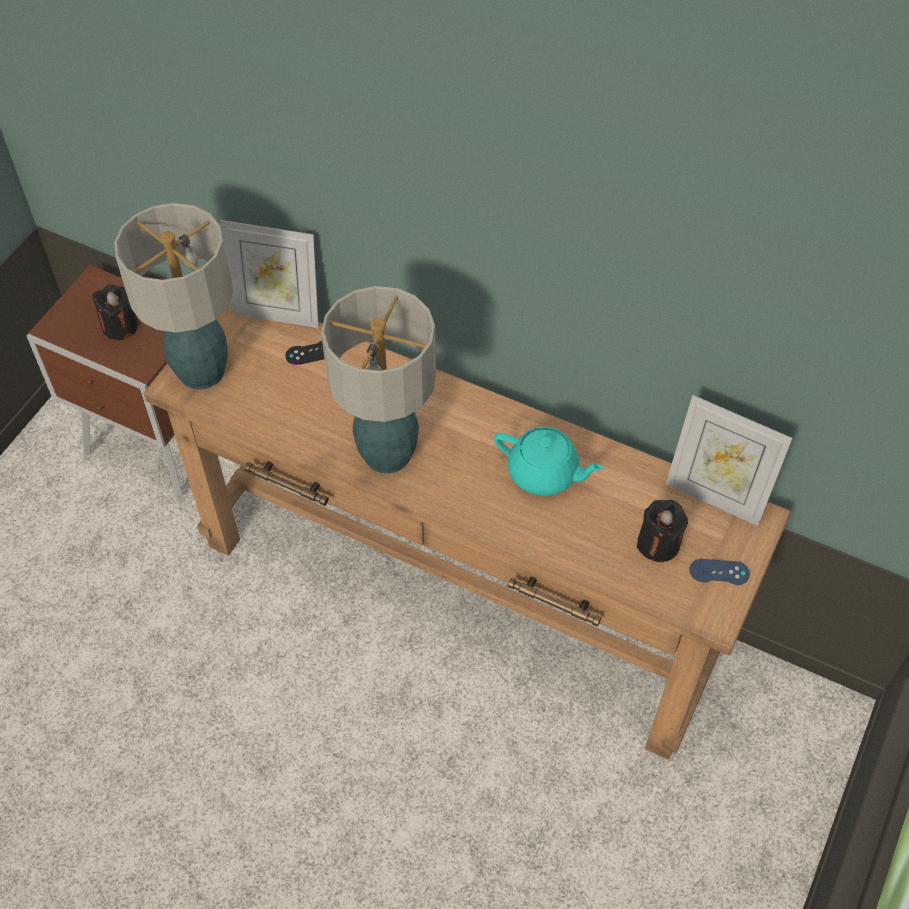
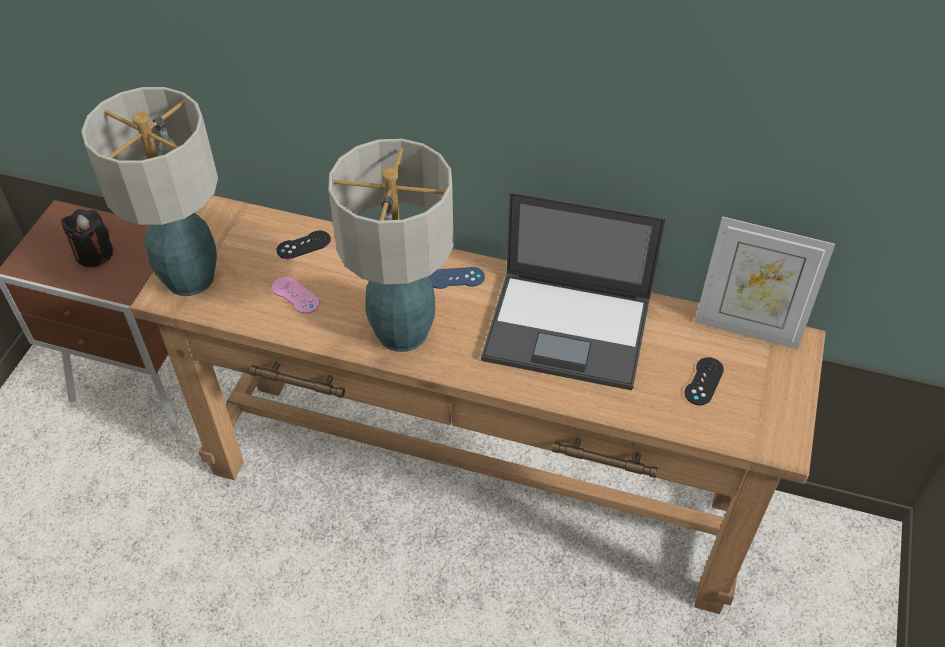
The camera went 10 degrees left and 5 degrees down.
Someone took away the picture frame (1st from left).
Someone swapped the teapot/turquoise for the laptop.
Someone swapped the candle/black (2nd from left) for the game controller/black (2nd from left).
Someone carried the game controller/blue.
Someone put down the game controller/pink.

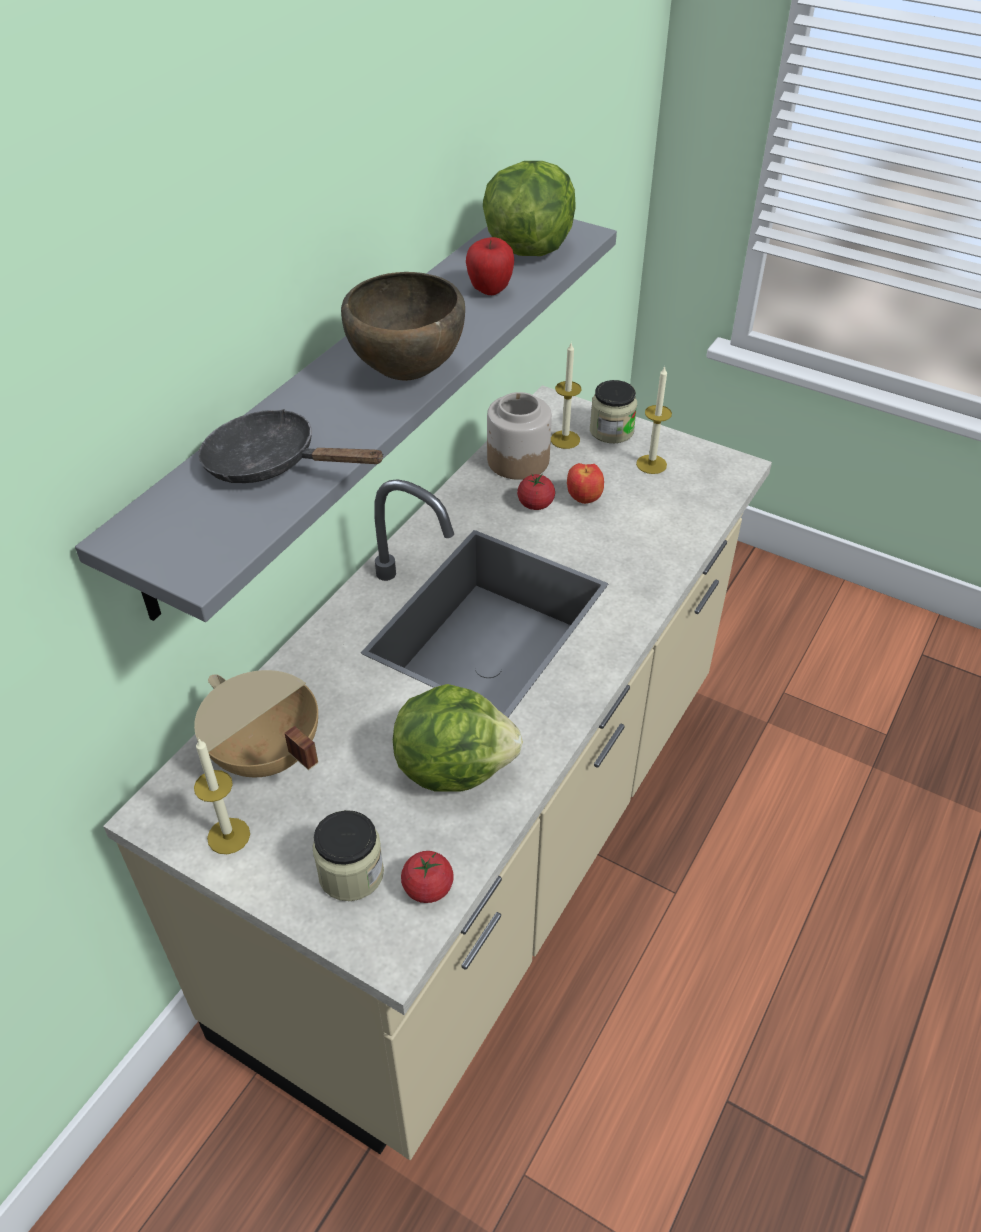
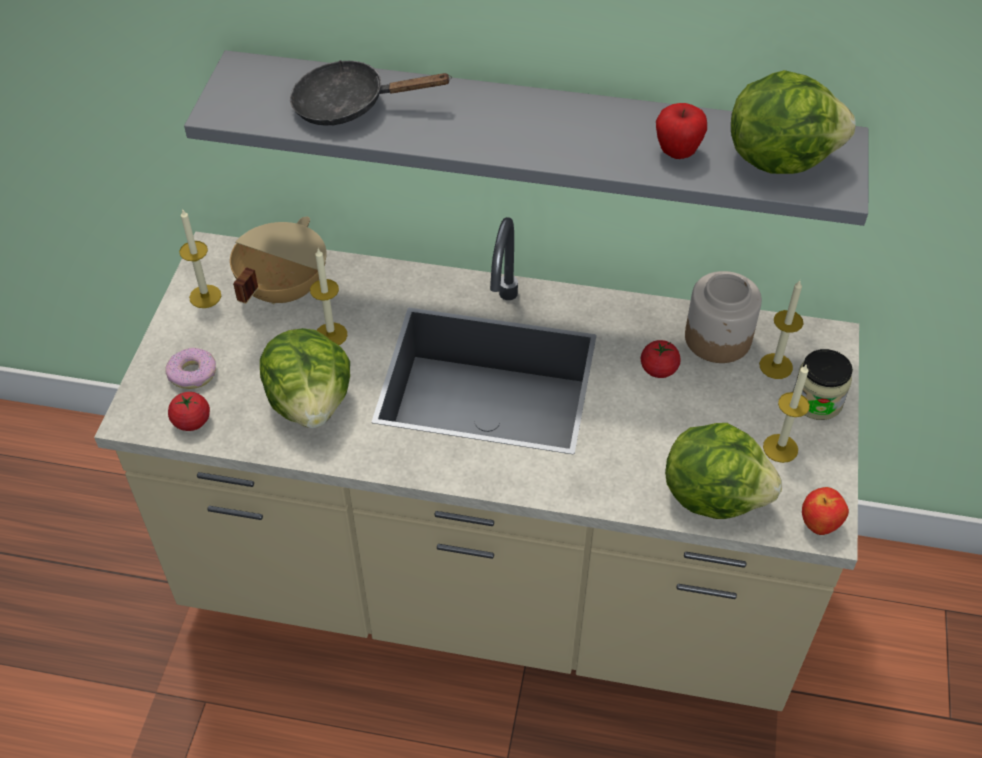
The camera went 70 degrees right and 5 degrees up.
Someone rotated the frying pan/black by 90 degrees counterclockwise.
Someone swapped the jar (1st from left) for the donut.
Someone took away the bowl/brown.
Someone carried the apple (2nd from left).
Someone put down the candle (2nd from left).
Someone put down the lettuce (2nd from left).

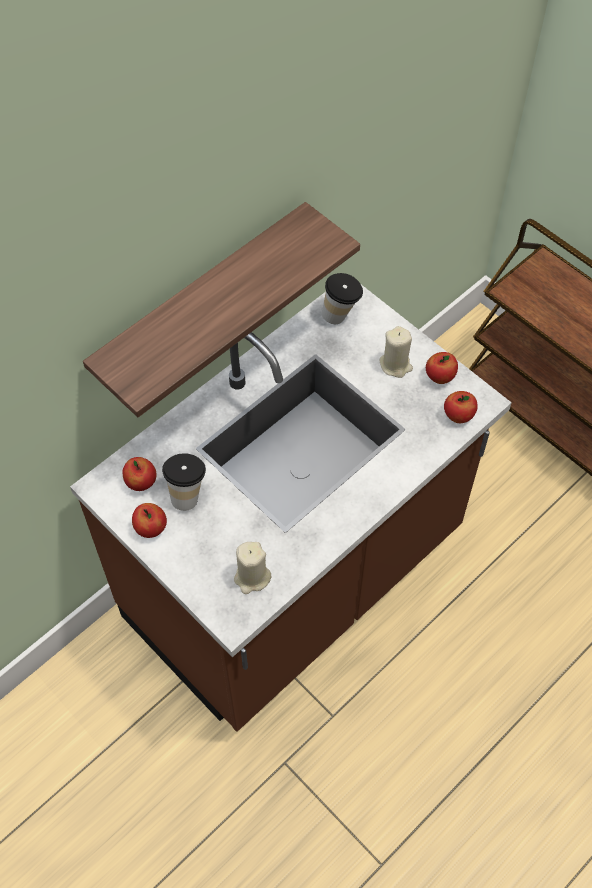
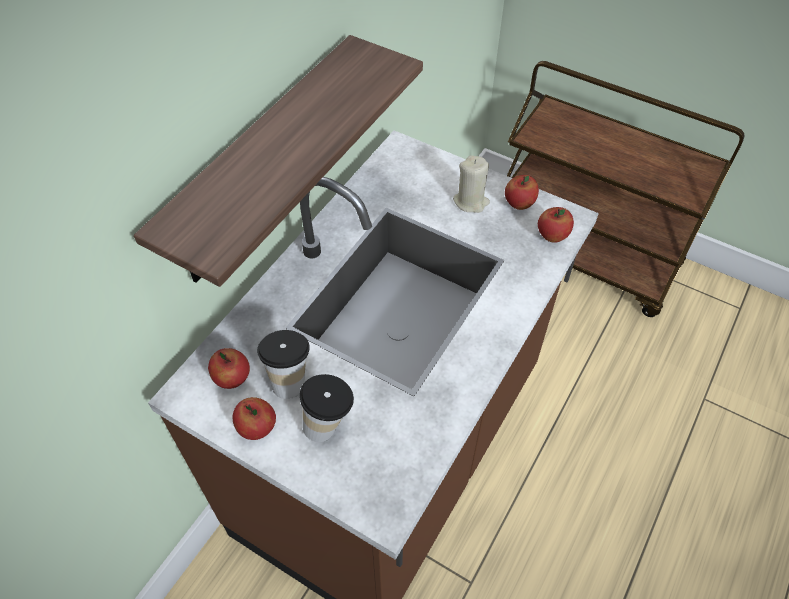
The camera went 15 degrees left and 5 degrees down.
Someone took away the candle/beige (1st from left).
Someone carried the cup (2nd from left).

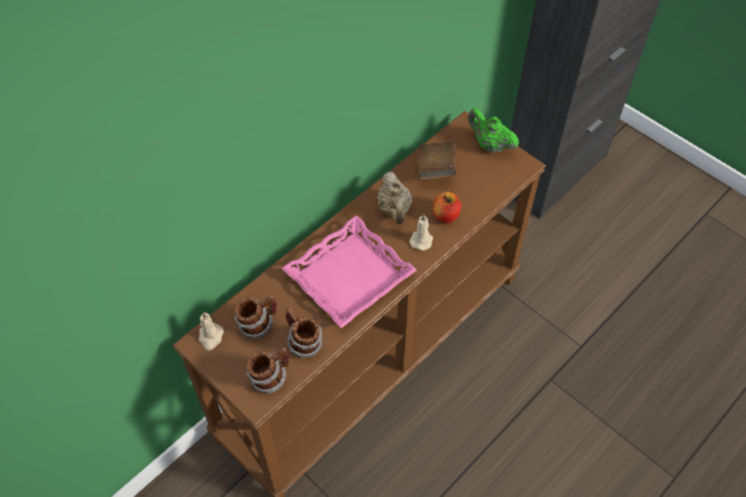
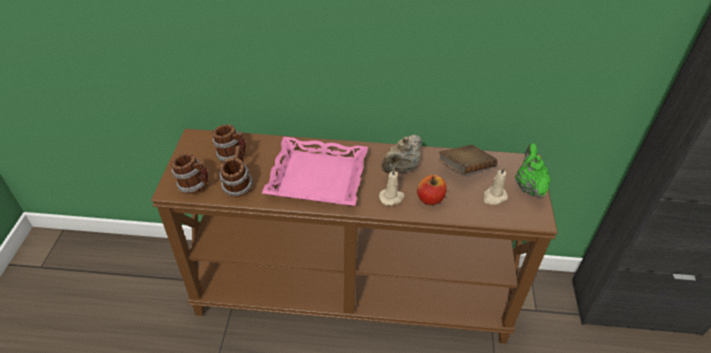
The camera went 50 degrees right and 10 degrees down.
Someone carried the candle/beige (1st from left in the first image).

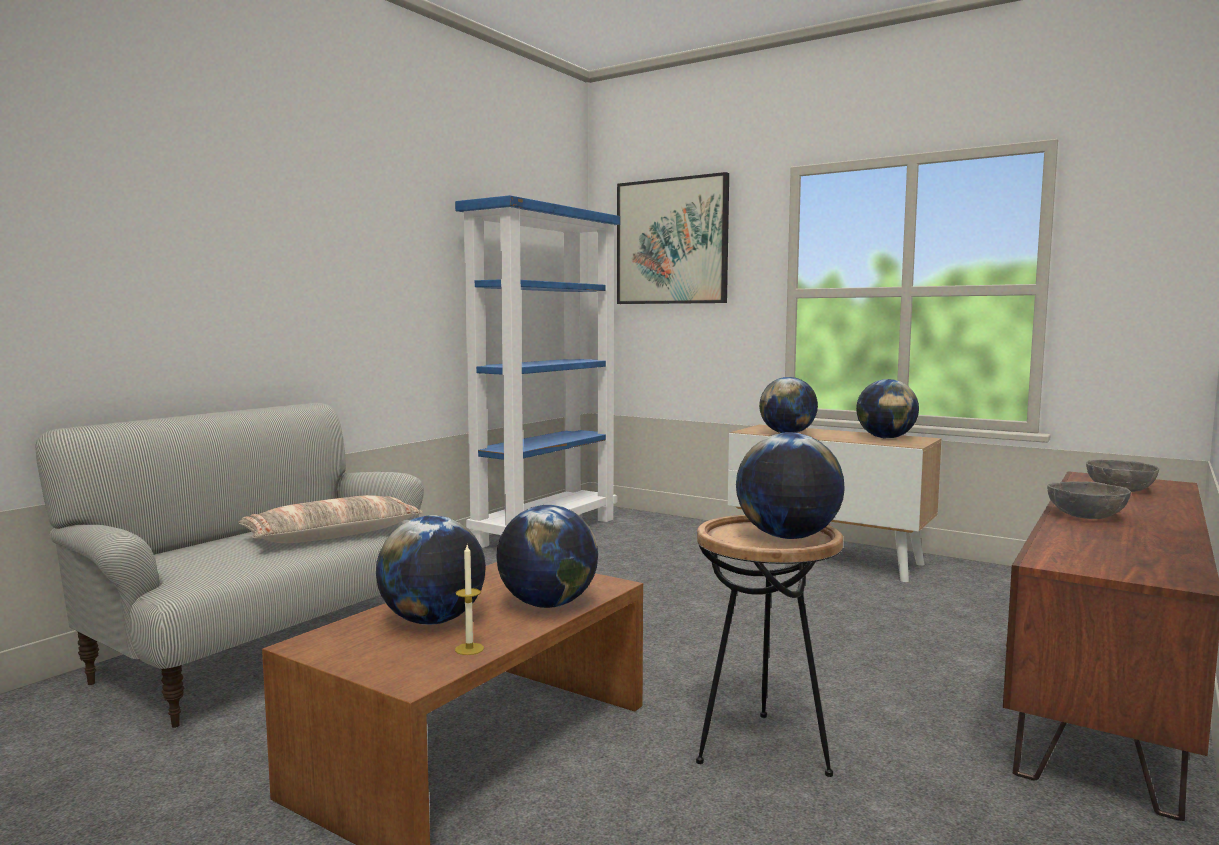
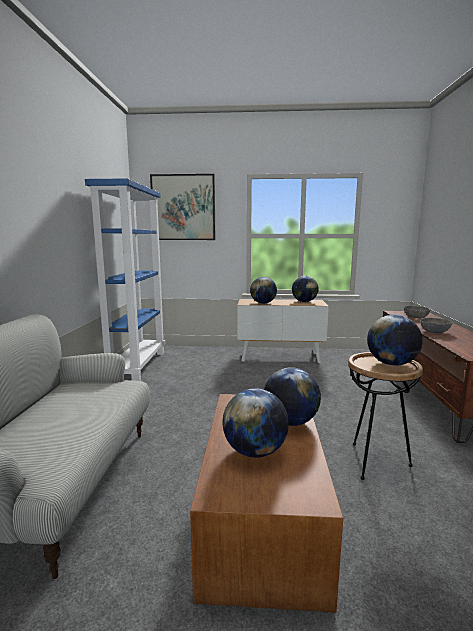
The camera went 30 degrees left and 5 degrees up.
Someone took away the pillow.
Someone took away the candle.

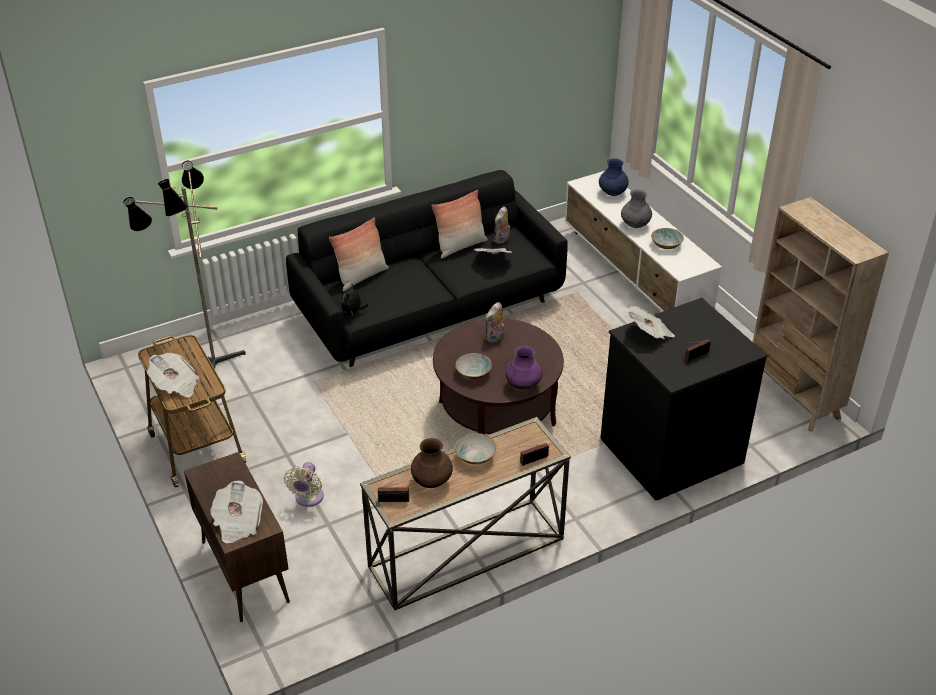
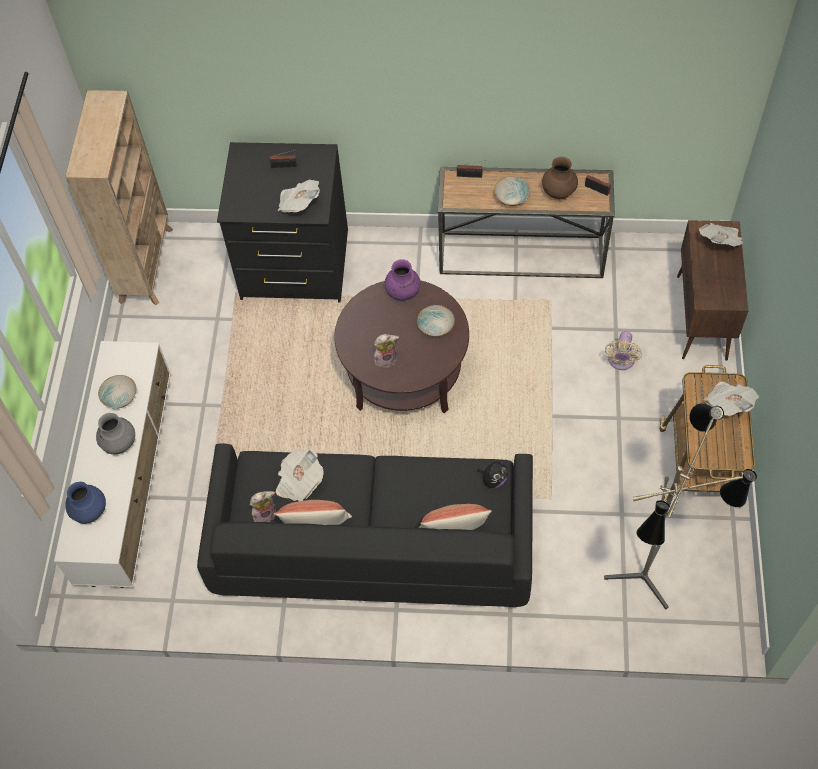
The camera went 145 degrees left and 20 degrees up.
Someone rotated the fan/beige by 150 degrees clockwise.

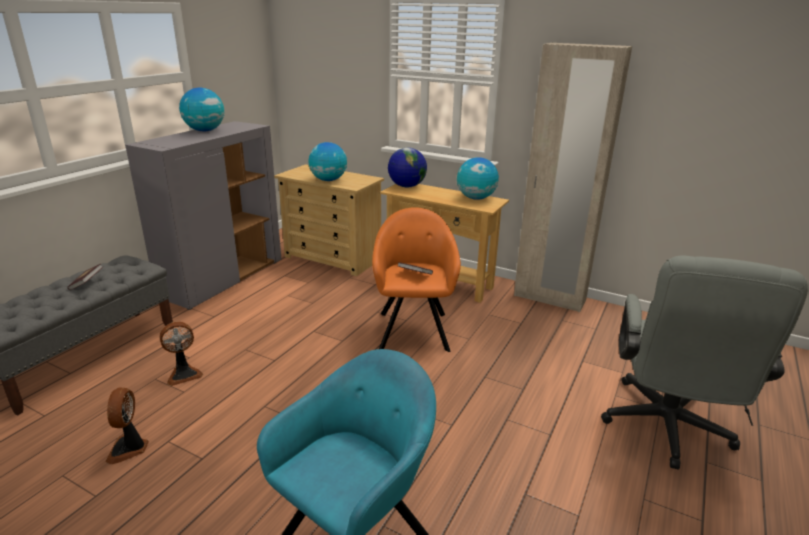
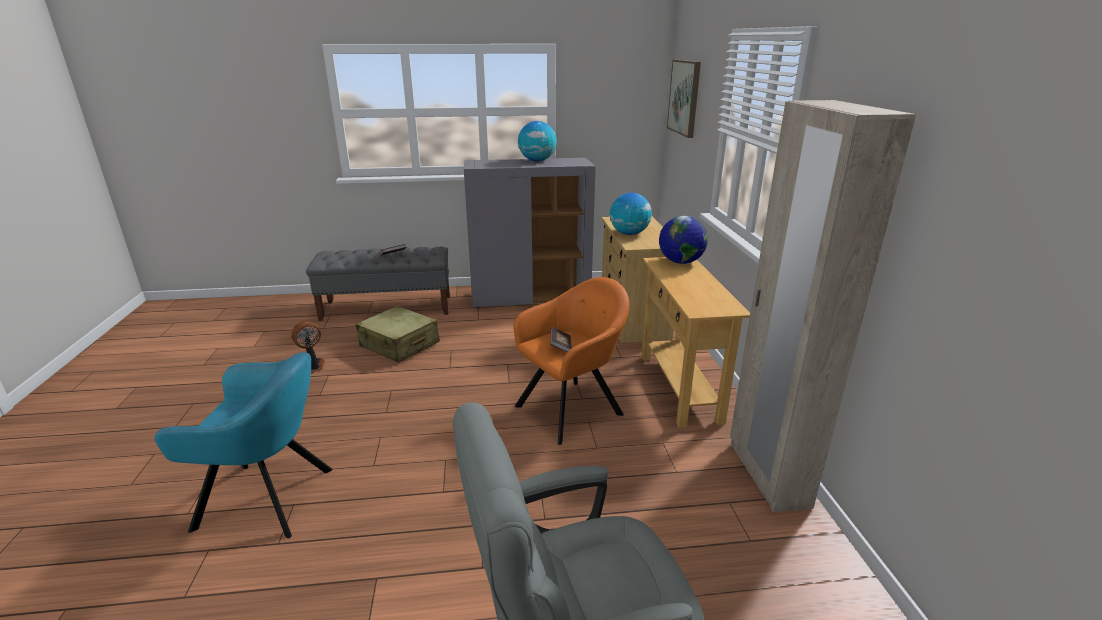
The camera went 55 degrees right and 0 degrees up.
Someone swapped the fan (2nd from left) for the suitcase/beige.
Someone took away the globe (4th from left).
Someone put up the picture.

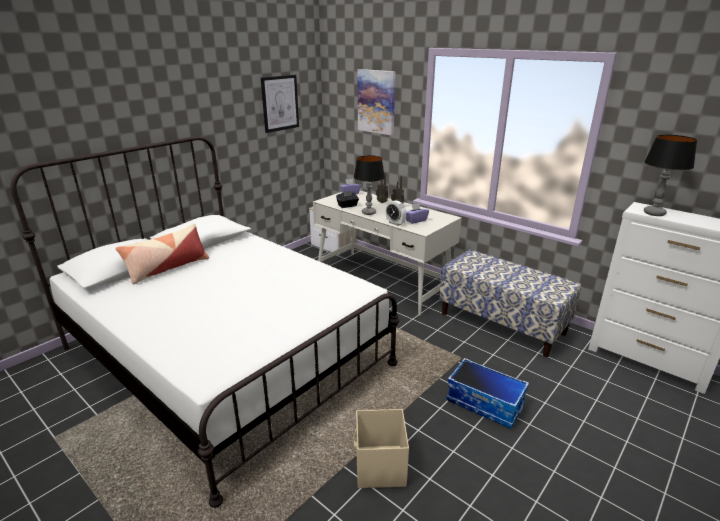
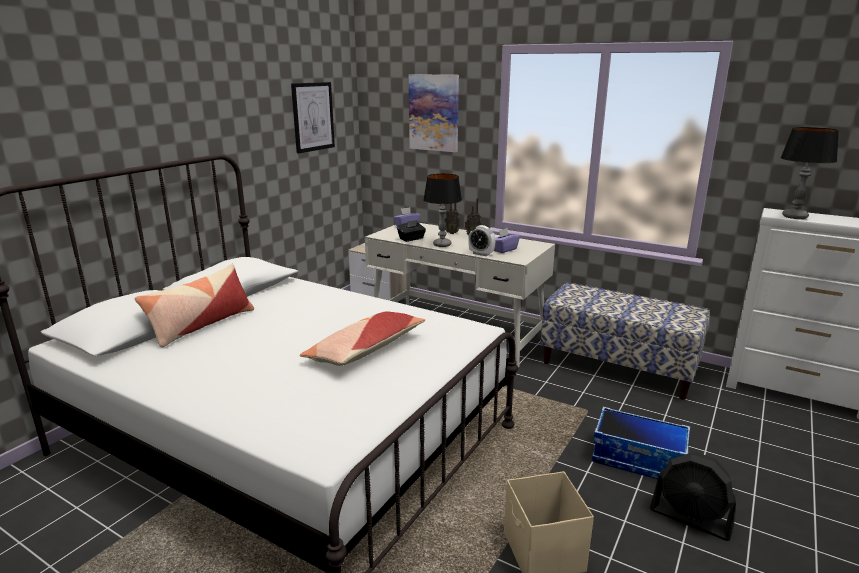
The camera went 10 degrees left and 5 degrees down.
Someone put down the pillow (2nd from left).
Someone put down the fan/black.

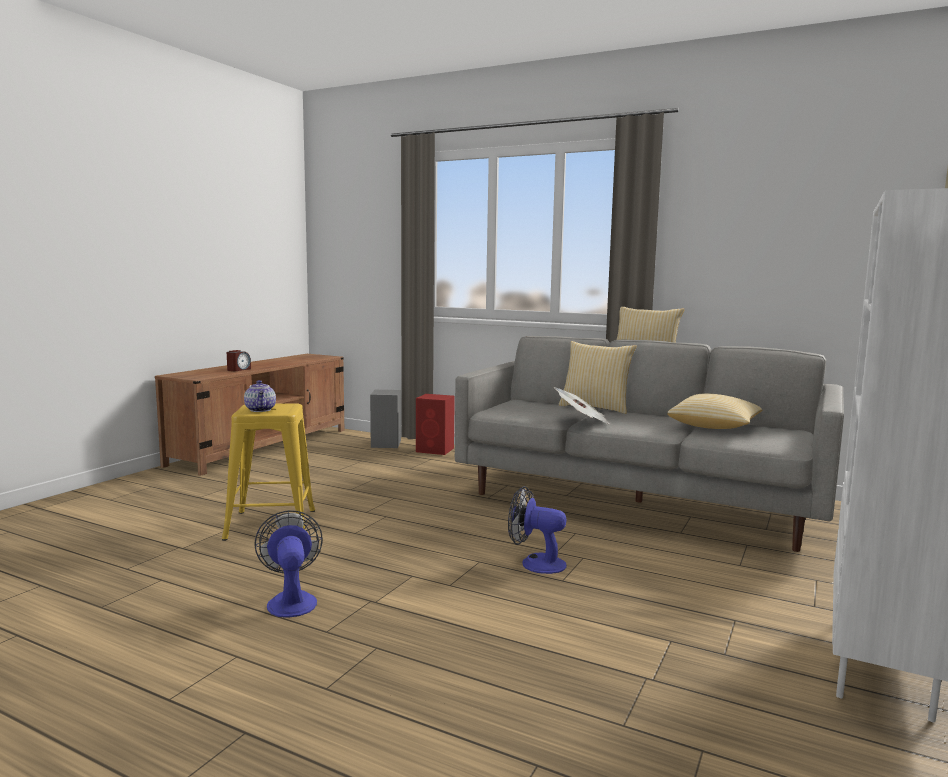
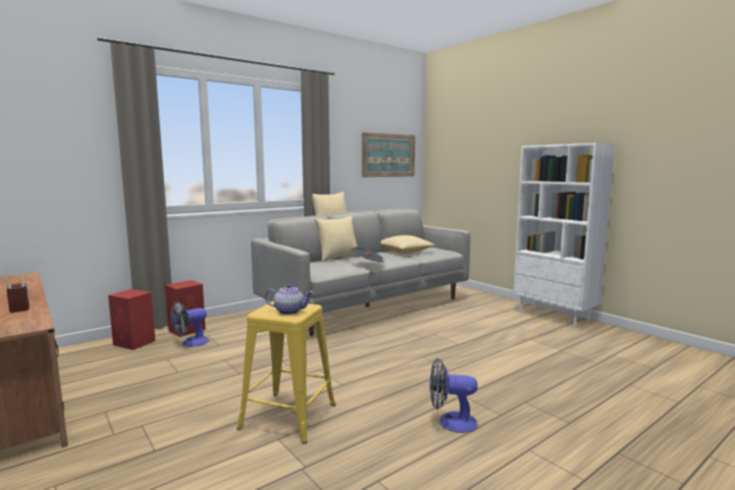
The camera went 65 degrees left and 0 degrees up.
Someone repainted the speaker/grey, which became the speaker/red (1st from left).
Someone carried the fan (2nd from left in the first image).
Someone put up the picture.

